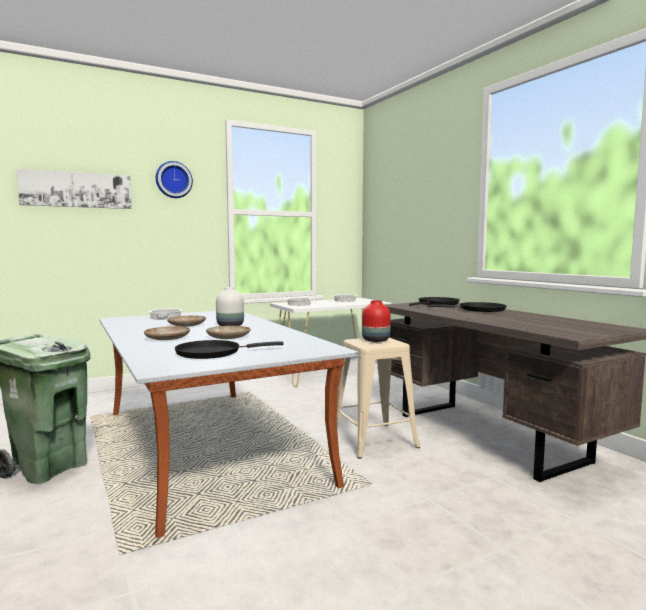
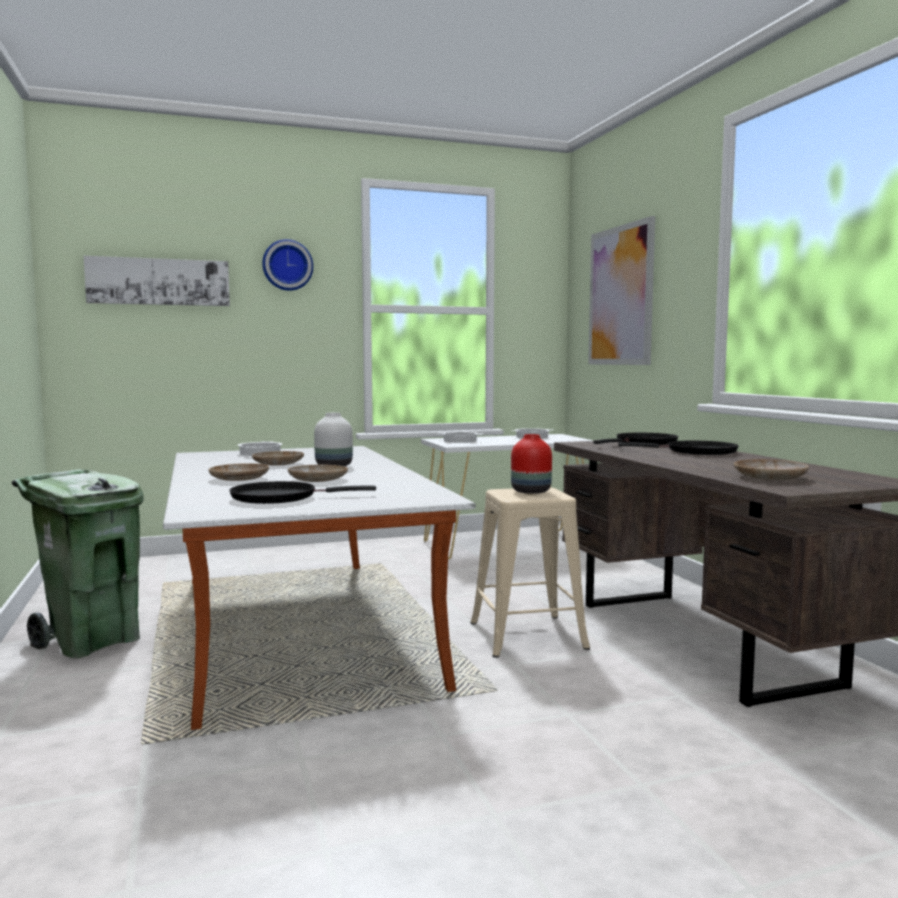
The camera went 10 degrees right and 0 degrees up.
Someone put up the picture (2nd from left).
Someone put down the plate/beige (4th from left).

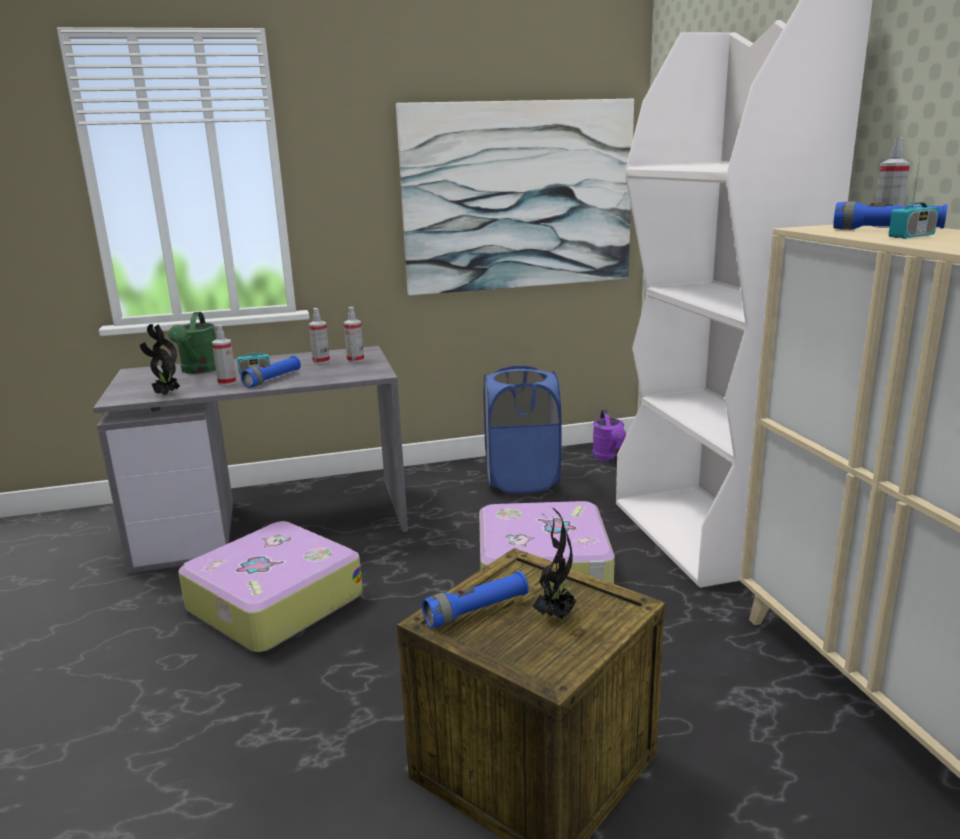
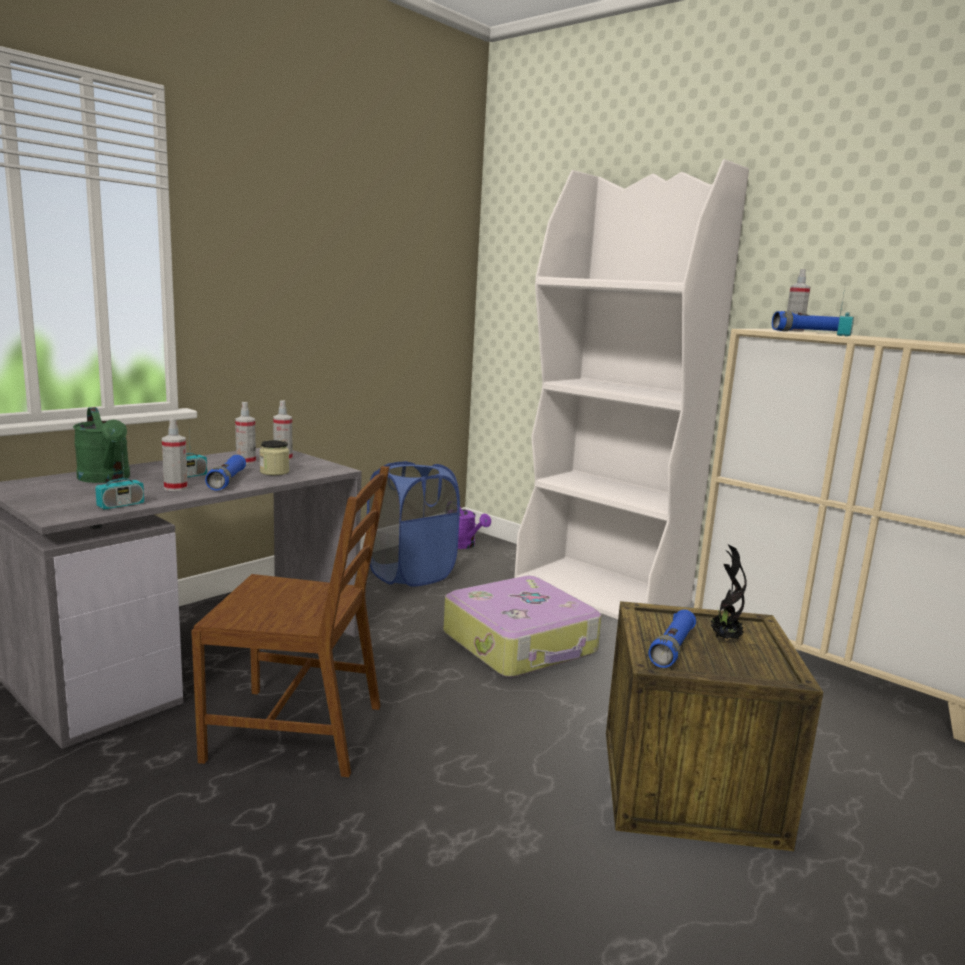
The camera went 35 degrees left and 5 degrees down.
Someone swapped the potted plant (1st from left) for the radio (1st from left).
Someone swapped the suitcase (1st from left) for the chair/brown.
Someone took away the picture.
Someone put down the jar.

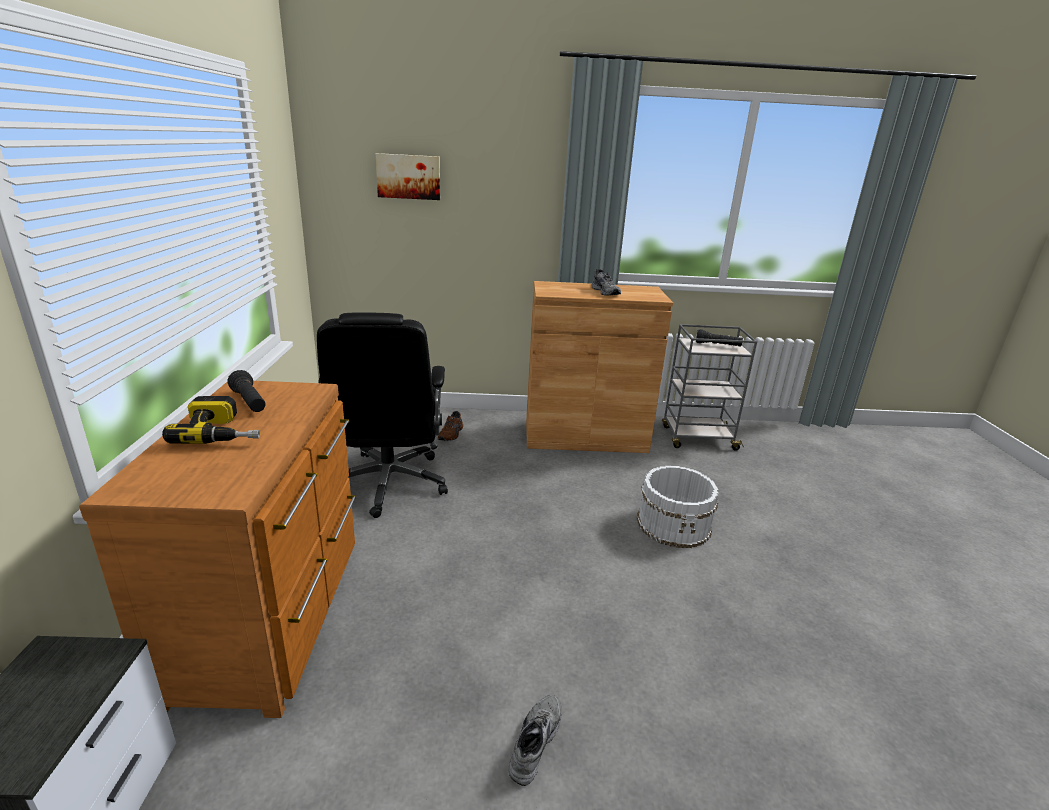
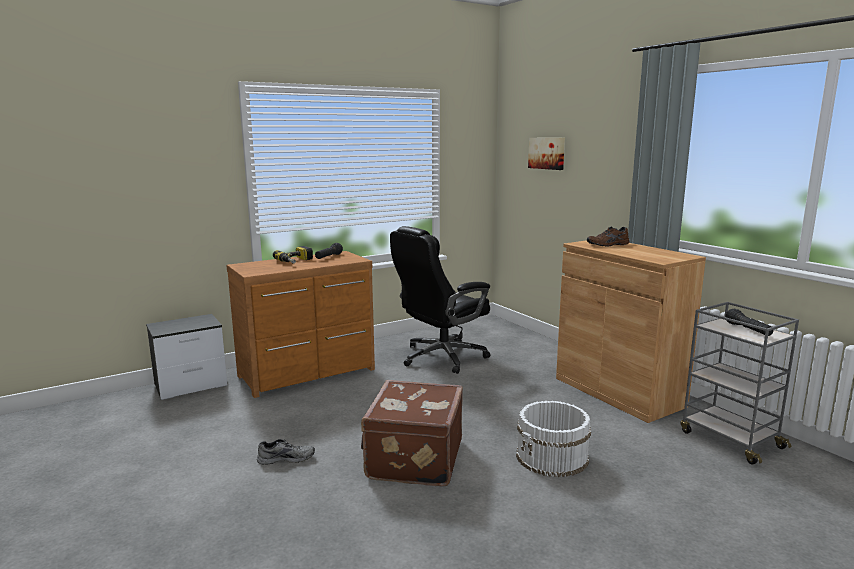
The camera went 60 degrees right and 10 degrees down.
Someone carried the shoe/brown.
Someone took away the shoe/grey (2nd from left).
Someone put down the suitcase/brown.

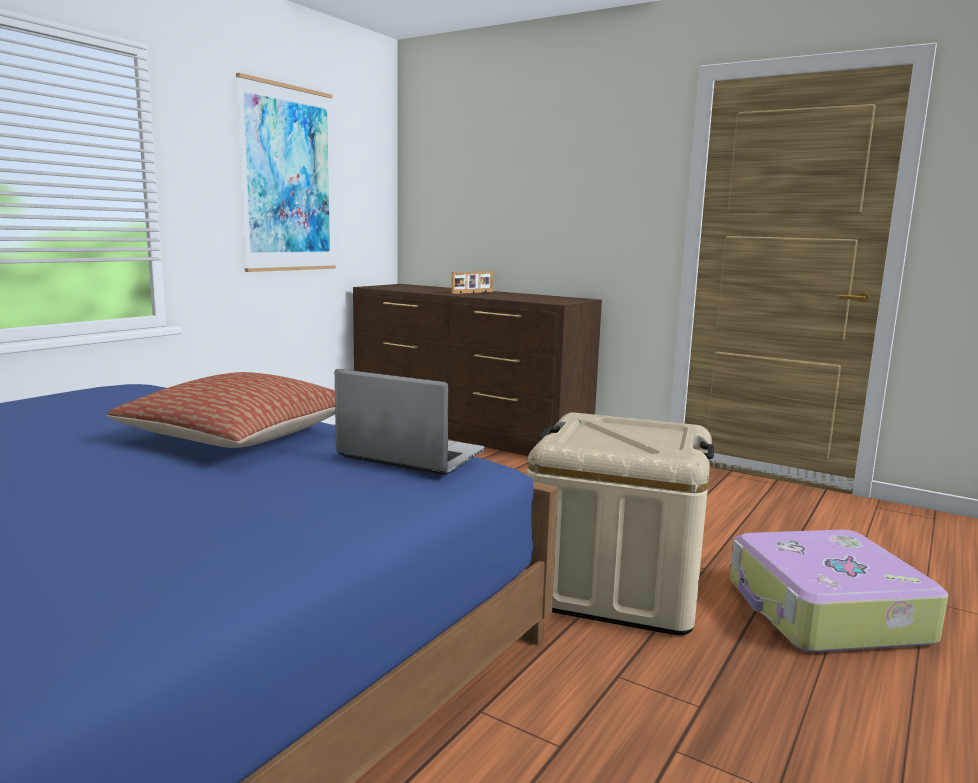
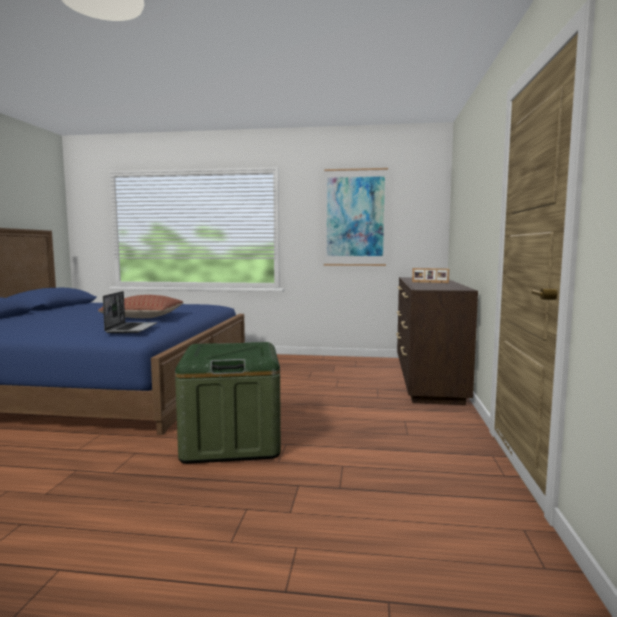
The camera went 65 degrees right and 5 degrees down.
Someone repainted the storage box/beige, which became the storage box/green.
Someone took away the suitcase.

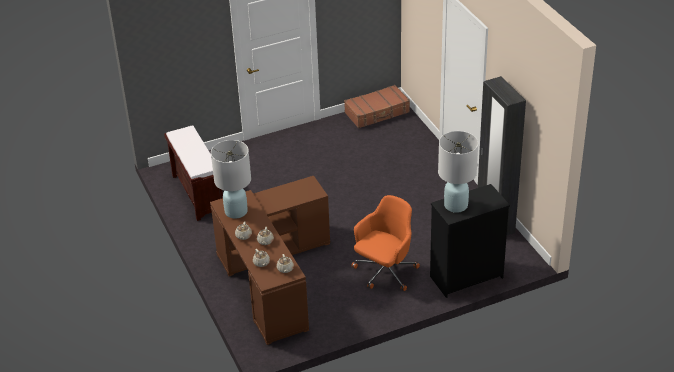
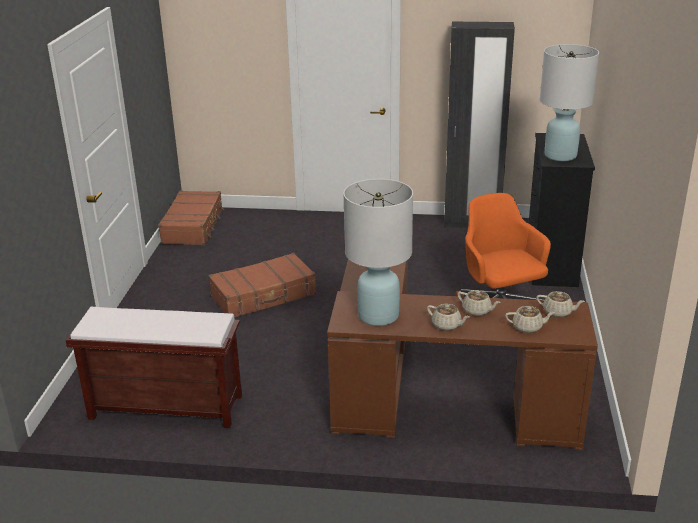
The camera went 60 degrees left and 10 degrees down.
Someone put down the suitcase/brown (2nd from left).

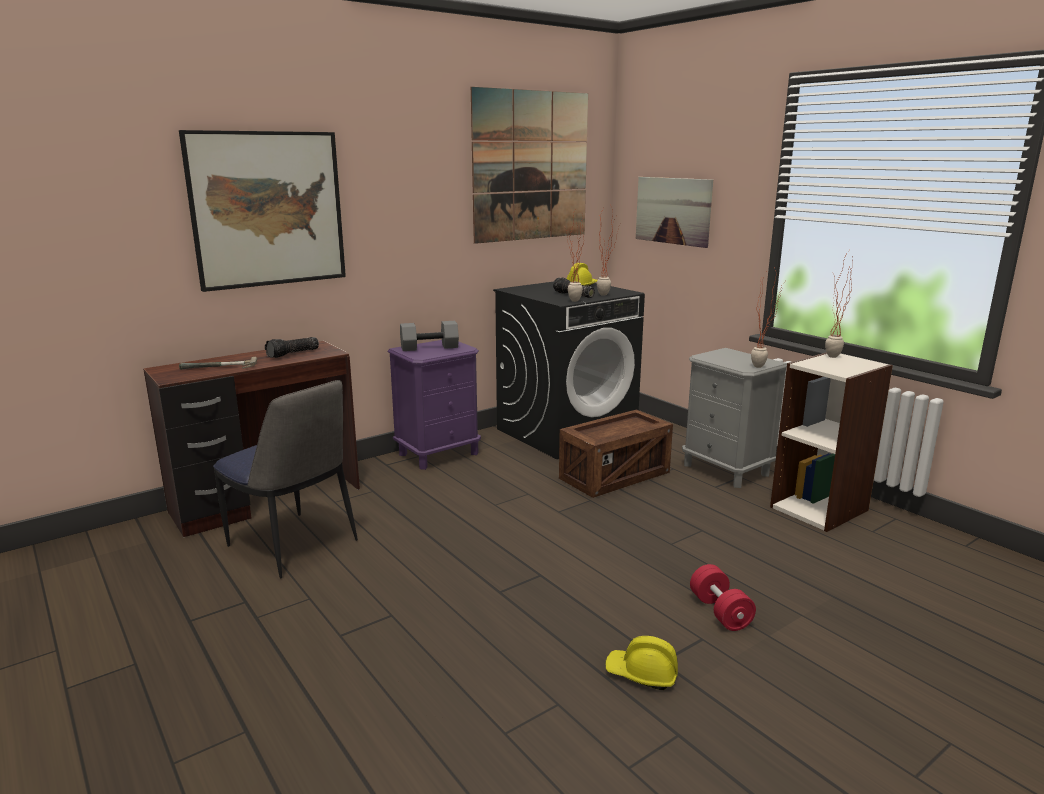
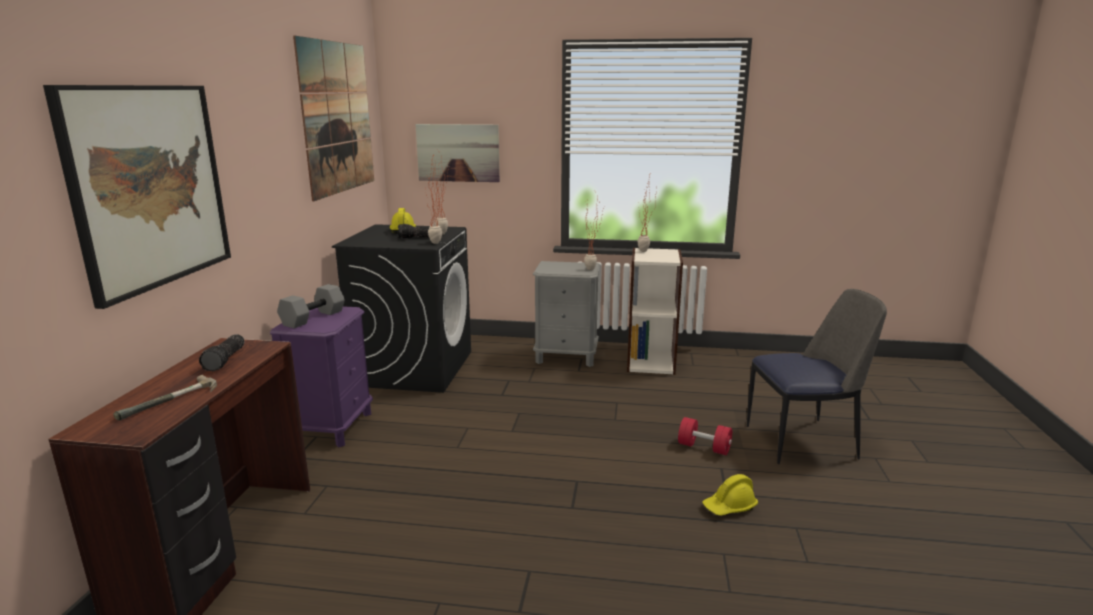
The camera went 45 degrees left and 0 degrees up.
Someone carried the chair.
Someone took away the crate.

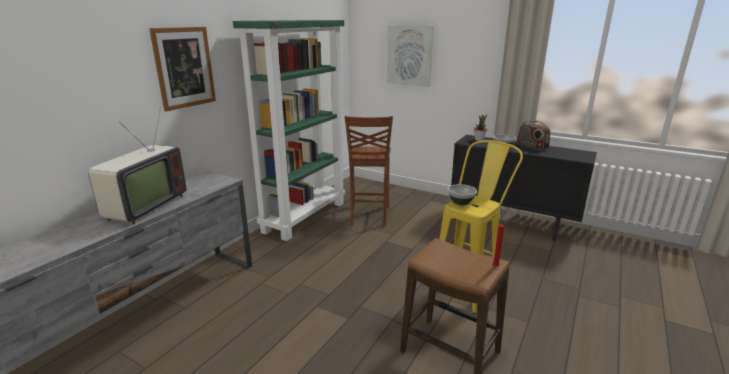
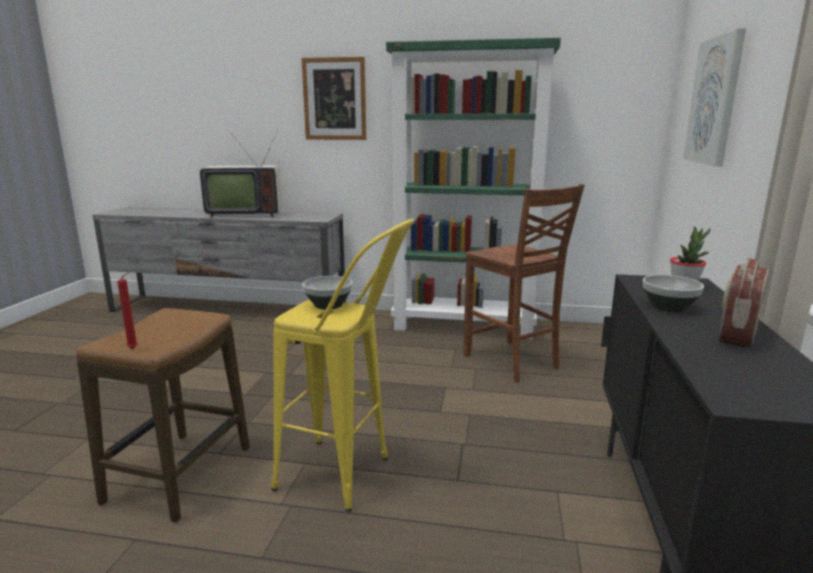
The camera went 70 degrees right and 5 degrees down.
Someone rotated the chair/brown by 105 degrees counterclockwise.

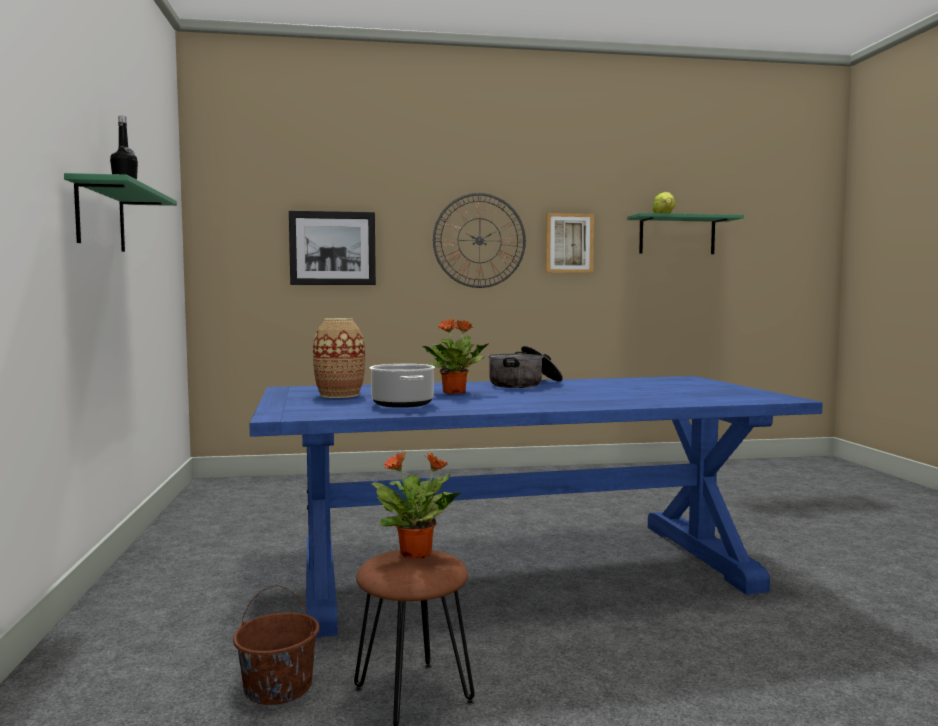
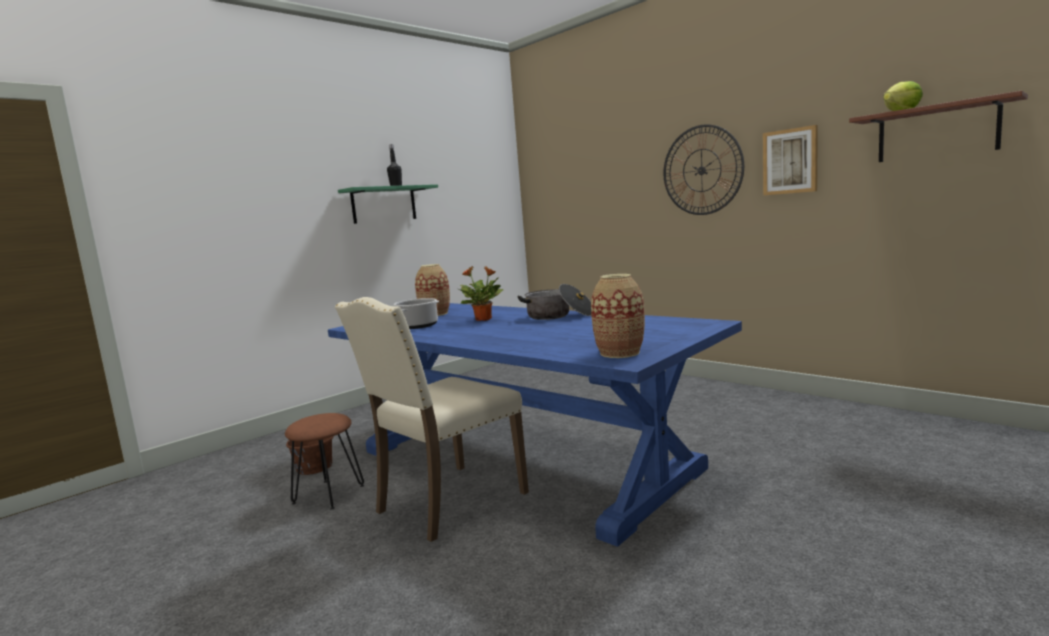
The camera went 55 degrees right and 5 degrees up.
Someone took away the picture (1st from left).
Someone took away the potted plant (1st from left).
Someone repainted the shelf/green (2nd from left), which became the shelf/brown.
Someone put down the chair/beige.
Someone put down the vase (2nd from left).

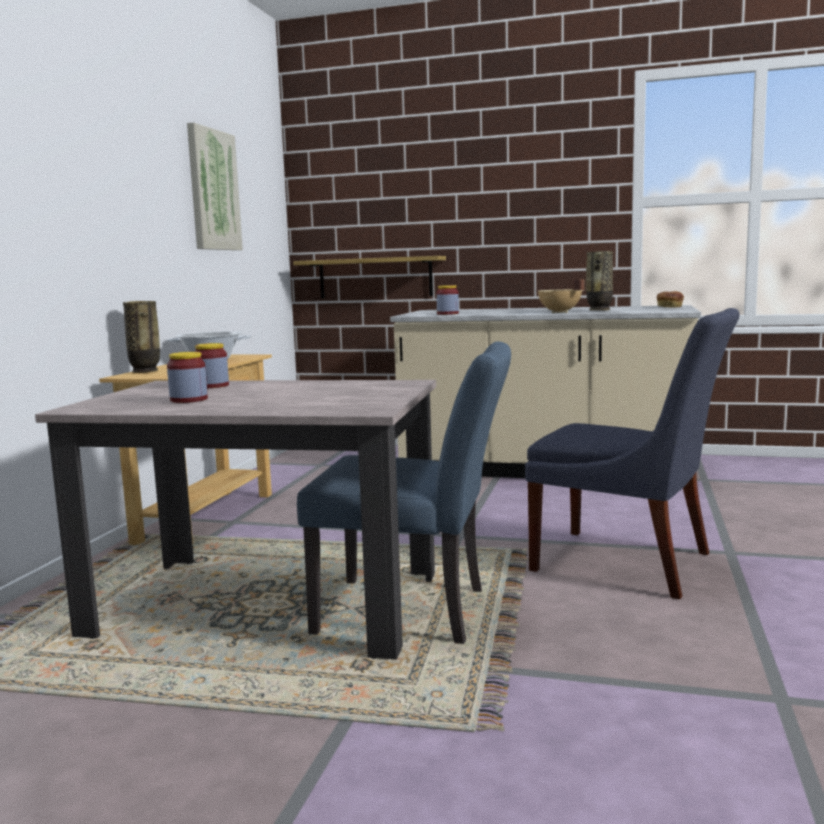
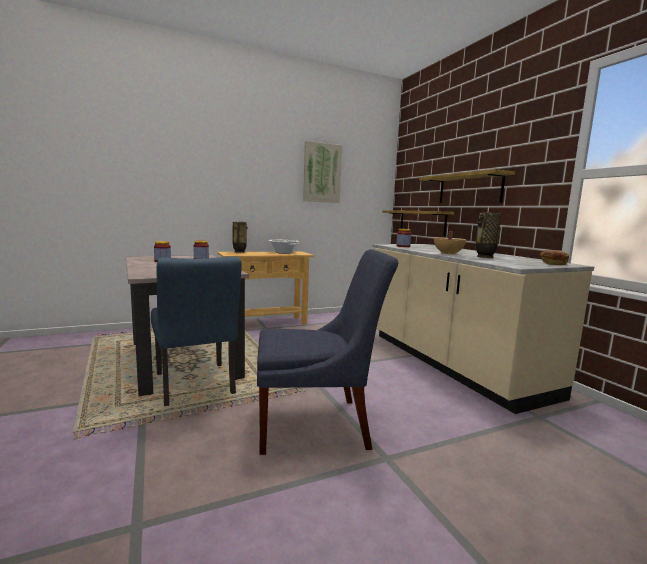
The camera went 50 degrees right and 0 degrees up.
Someone rotated the chair/blue (2nd from left) by 90 degrees counterclockwise.
Someone put up the shelf (2nd from left).

